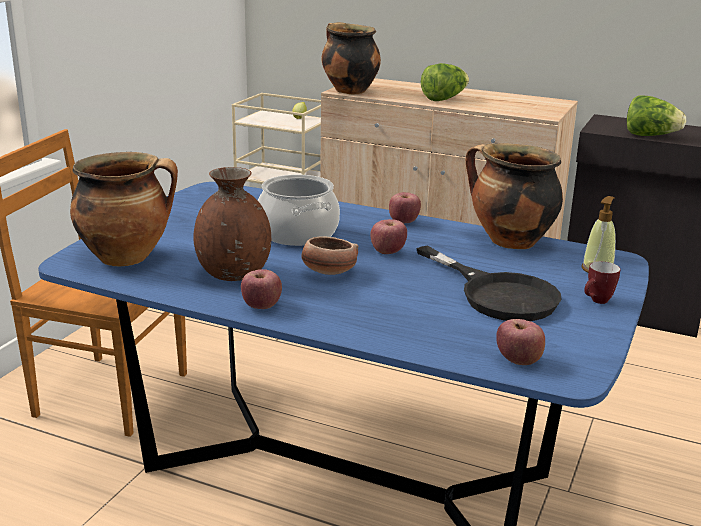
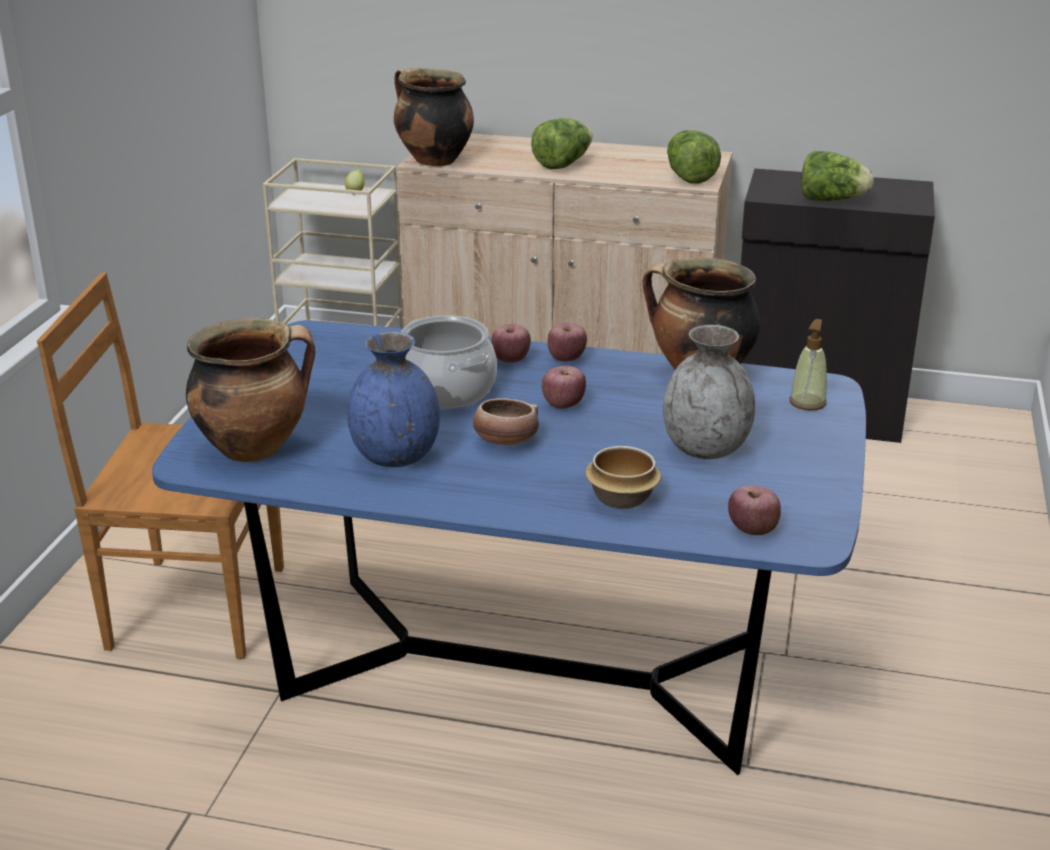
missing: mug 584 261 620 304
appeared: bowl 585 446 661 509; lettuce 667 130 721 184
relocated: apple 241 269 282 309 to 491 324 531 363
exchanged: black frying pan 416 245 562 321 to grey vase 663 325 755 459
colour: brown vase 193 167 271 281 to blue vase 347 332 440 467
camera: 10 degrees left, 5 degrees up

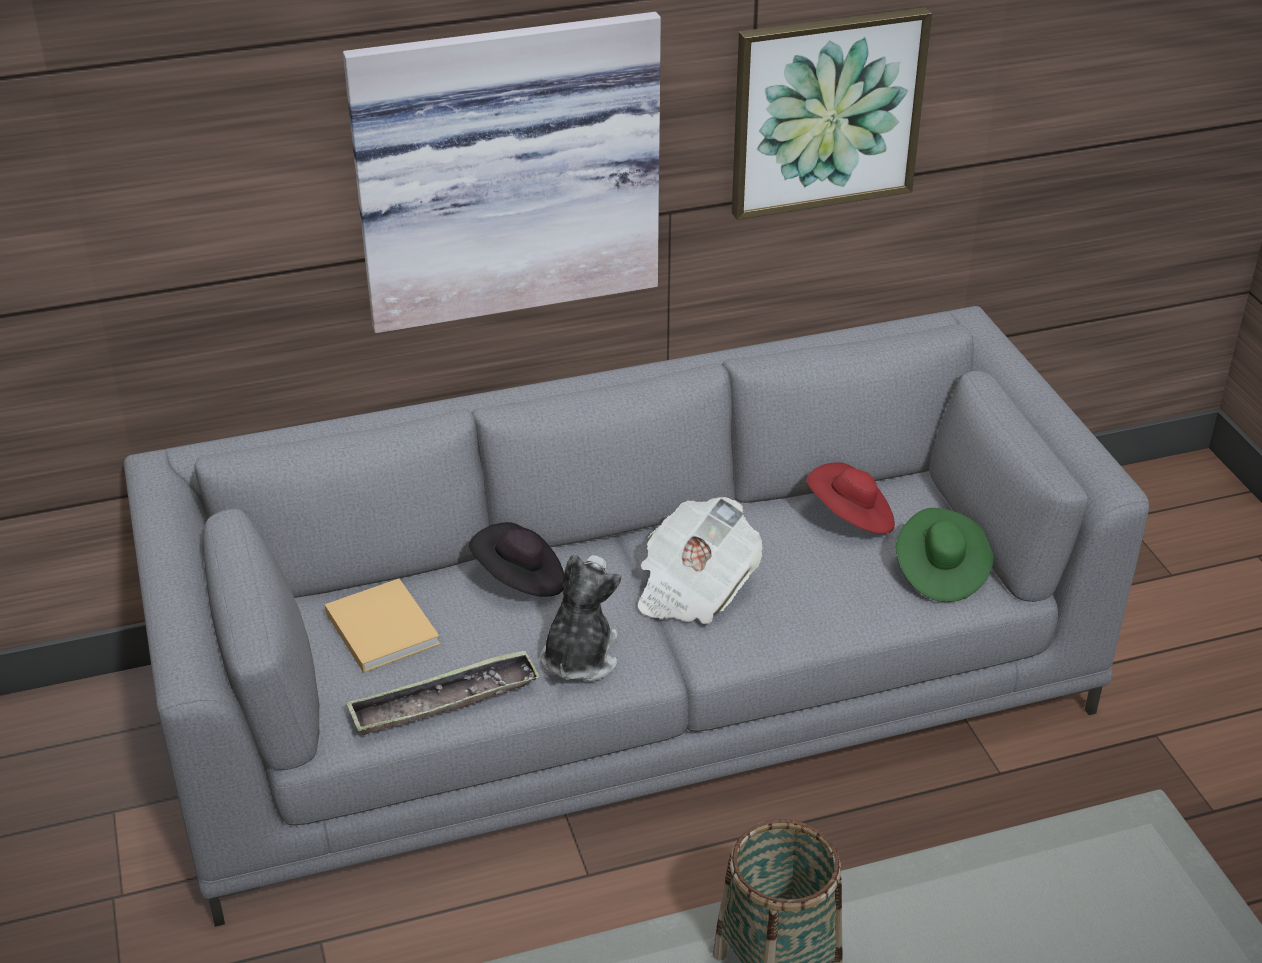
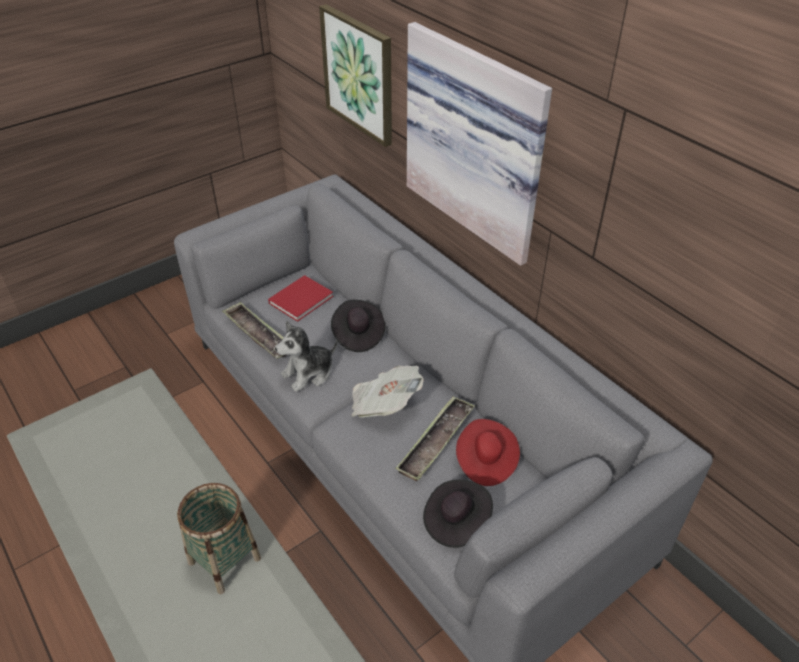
appeared: tray 395 396 475 481
relocated: picture 732 7 932 220 to 319 4 392 147
colour: beige book 325 579 440 673 to red book 268 275 334 322; green hat 896 508 994 602 to black hat 423 480 493 548
spun: plush toy 541 554 621 682 = 275 321 338 392 150 degrees clockwise
camera: 70 degrees right, 5 degrees up

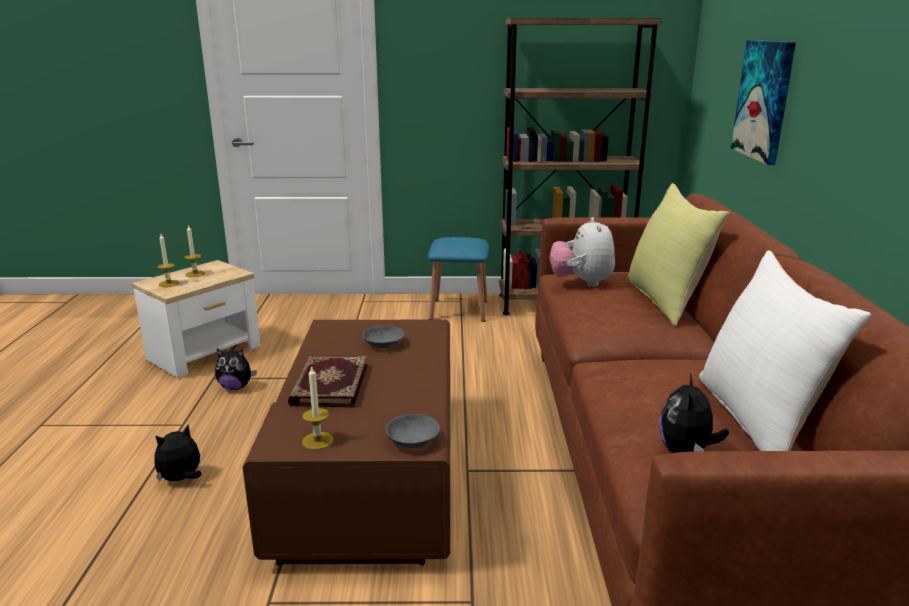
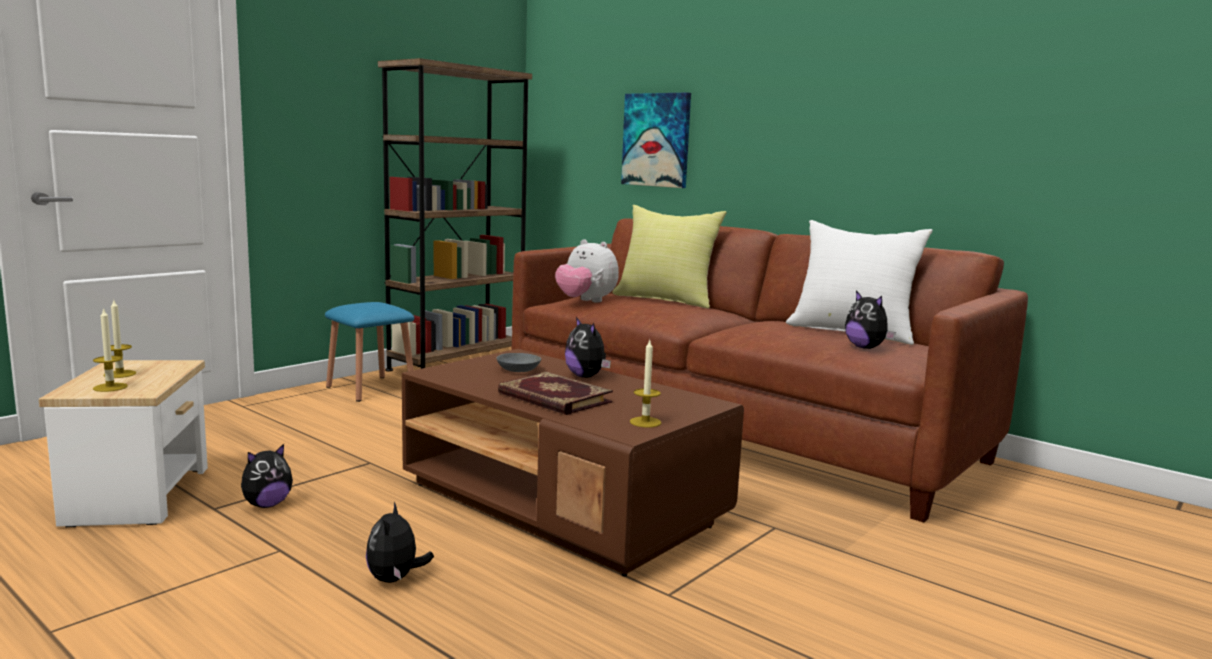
missing: grey bowl 386 414 440 448
appeared: plush toy 565 317 611 378
camera: 50 degrees left, 10 degrees down

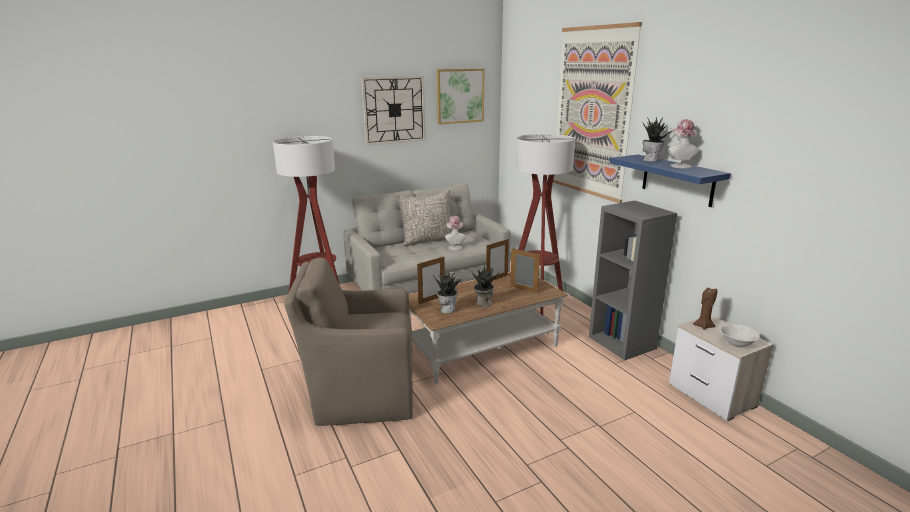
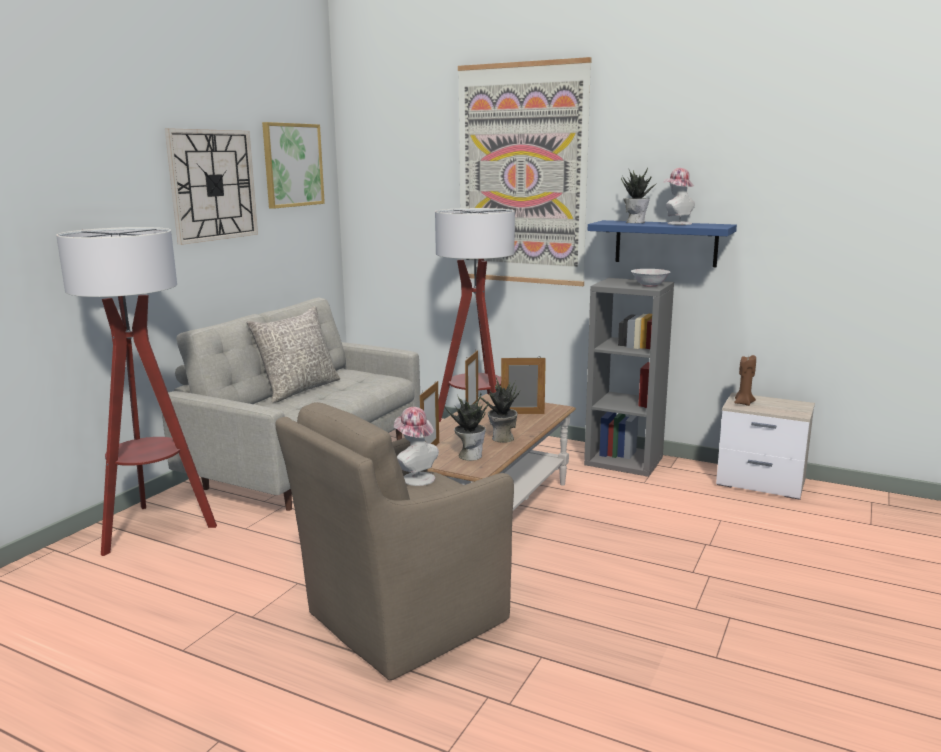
relocated: hat 445 216 466 250 to 394 407 439 486; white bowl 720 324 760 347 to 631 269 670 287
camera: 35 degrees left, 5 degrees down

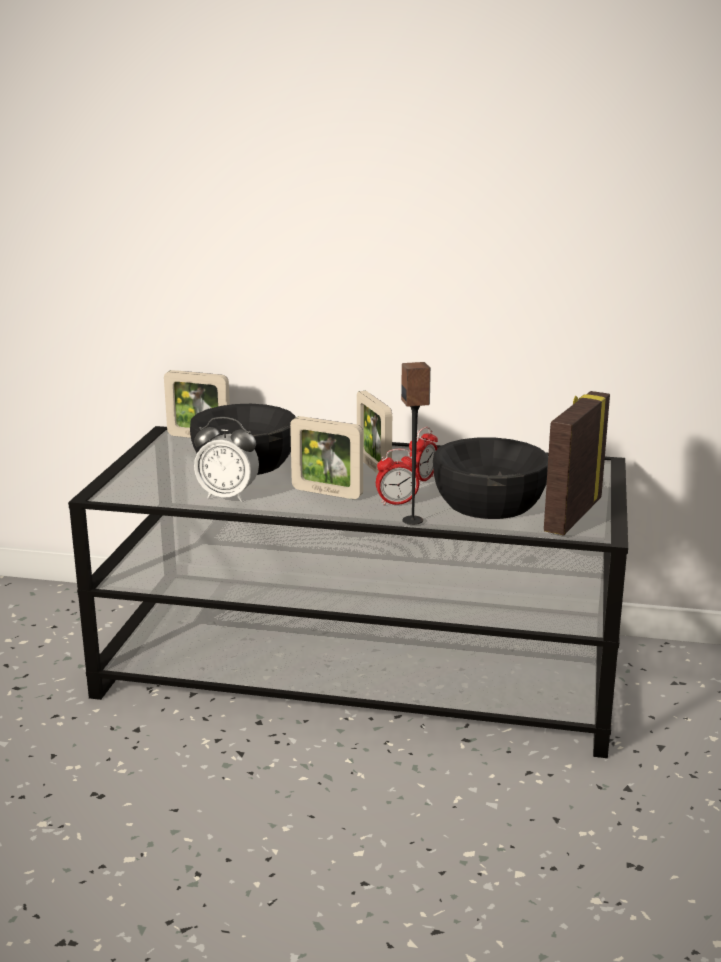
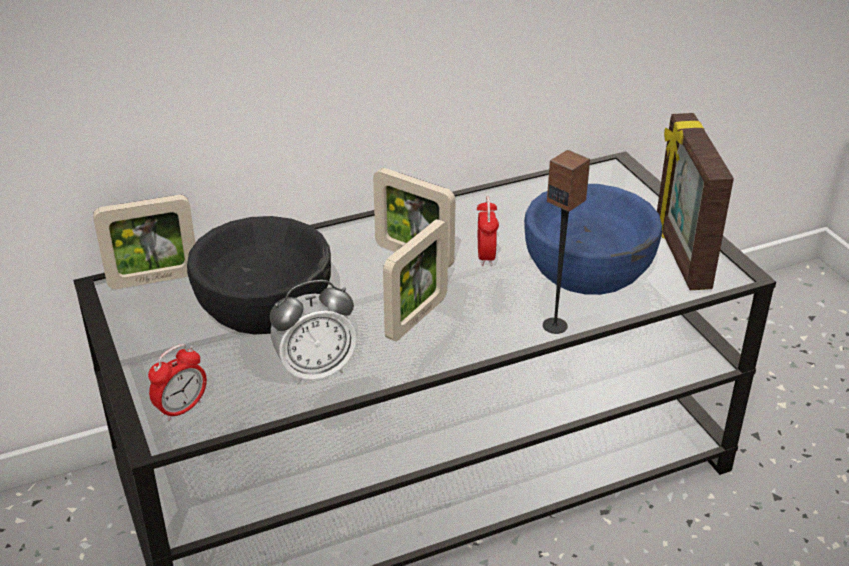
relocated: alarm clock 376 449 419 506 to 148 344 207 421
colour: black bowl 433 437 548 519 to blue bowl 524 184 662 295
spun: picture frame 290 416 363 499 = 383 219 448 341 45 degrees counterclockwise
camera: 35 degrees left, 15 degrees up

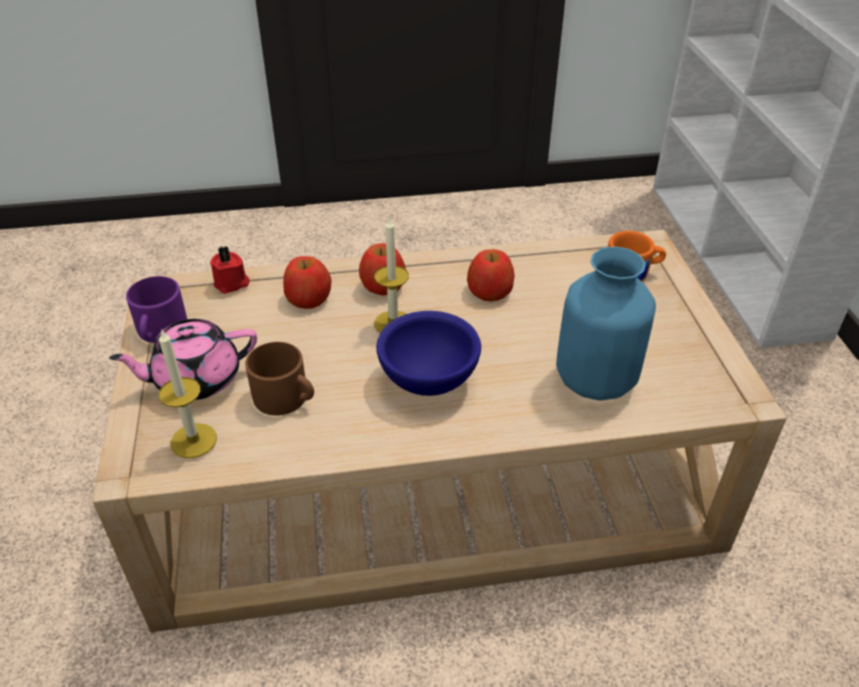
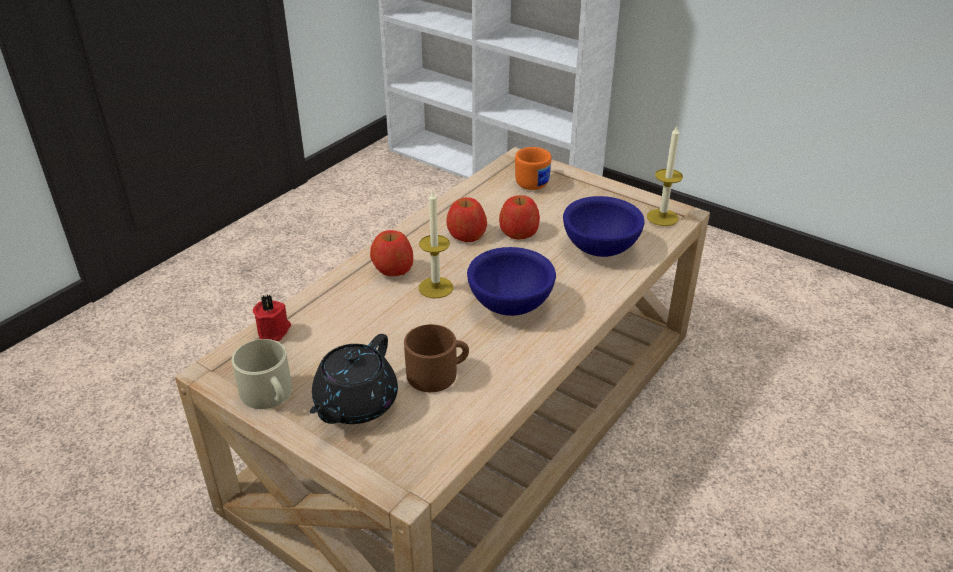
relocated: candle 159 328 217 458 to 647 126 683 226; apple 283 256 332 309 to 499 195 540 240
exchanged: blue vase 556 247 656 401 to blue bowl 563 196 645 257
colour: pink teapot 109 319 257 400 to black teapot 310 334 398 424; purple mug 126 276 187 343 to beige mug 232 339 292 409
camera: 45 degrees left, 5 degrees down

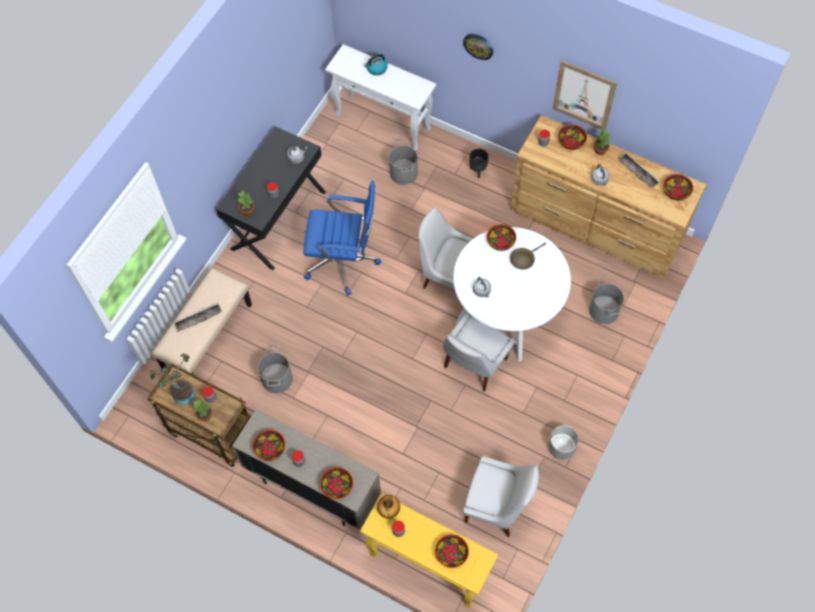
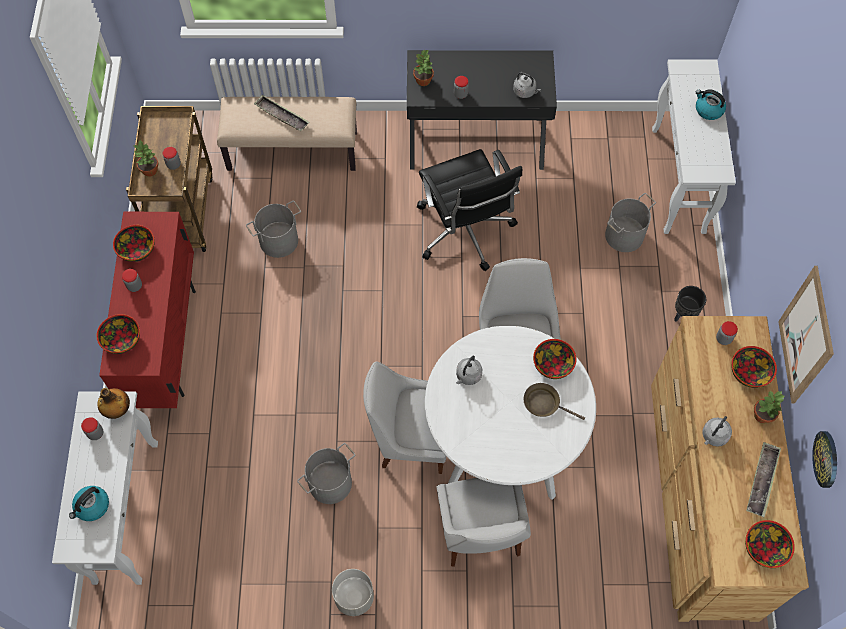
missing: potted plant 150 353 195 405
relocated: wall clock 463 34 493 60 to 812 431 837 488; white chair 463 456 539 537 to 437 478 531 567; grey bucket 589 276 624 324 to 297 443 355 504
exchanged: bowl 435 534 469 568 to kettle 69 486 109 521
colour: beige cabinet 232 409 381 530 to red cabinet 99 212 196 408; blue office chair 303 181 381 295 to black office chair 417 149 522 271; yellow console table 360 494 498 609 to white console table 52 391 158 585
camera: 60 degrees right, 0 degrees up

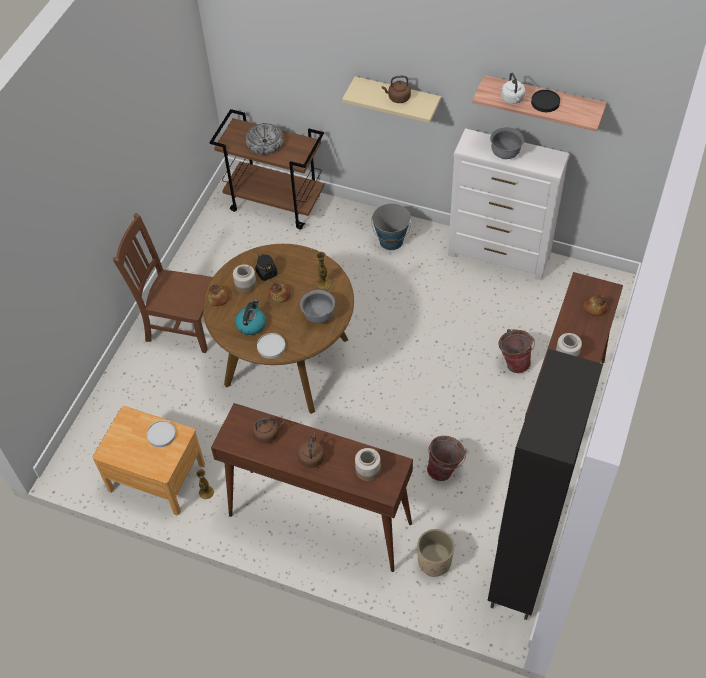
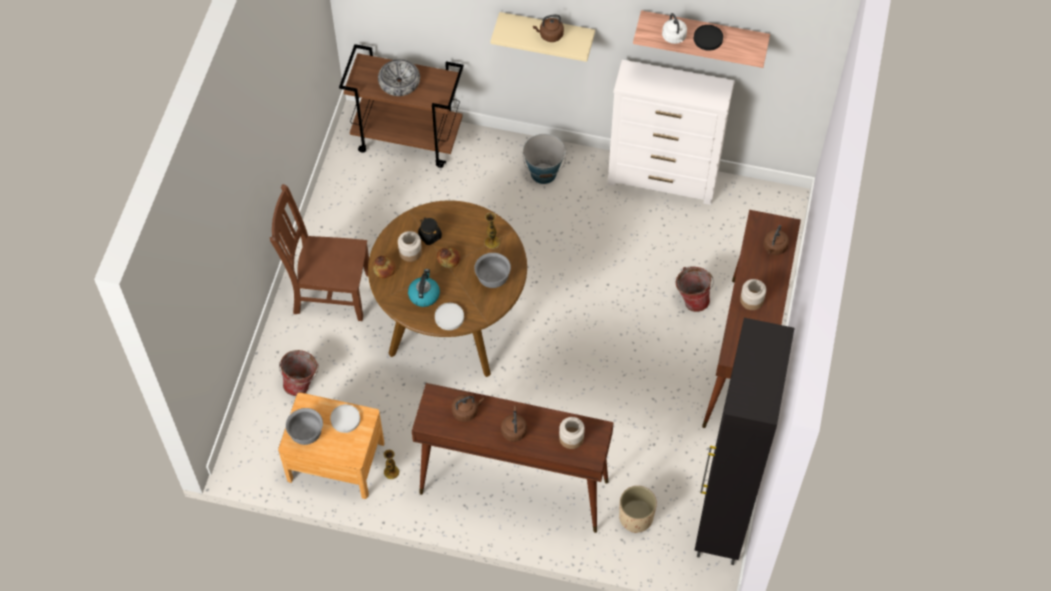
relocated: bucket 427 436 466 481 to 279 350 319 396; grey bowl 490 127 524 159 to 286 408 323 445
exchanged: bread 583 295 607 316 to brown kettle 763 225 789 255
camera: 10 degrees left, 5 degrees up

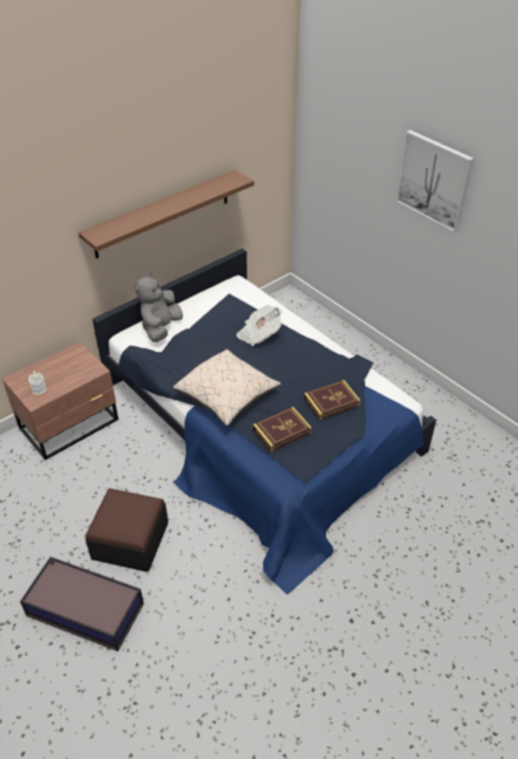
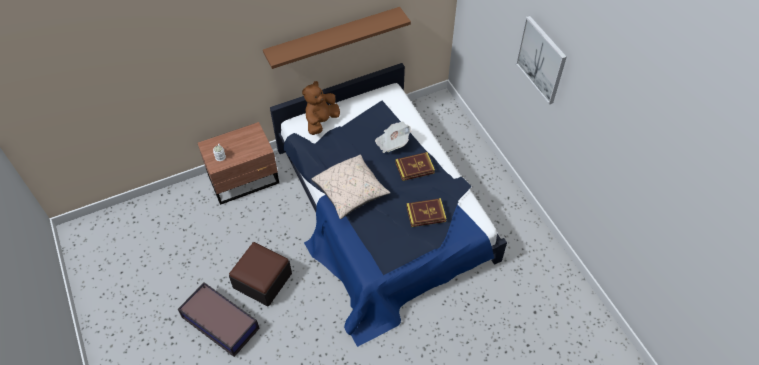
relocated: book 253 407 312 452 to 395 152 435 181
colour: grey plush toy 135 272 183 342 to brown plush toy 302 81 340 135
camera: 15 degrees right, 10 degrees up

